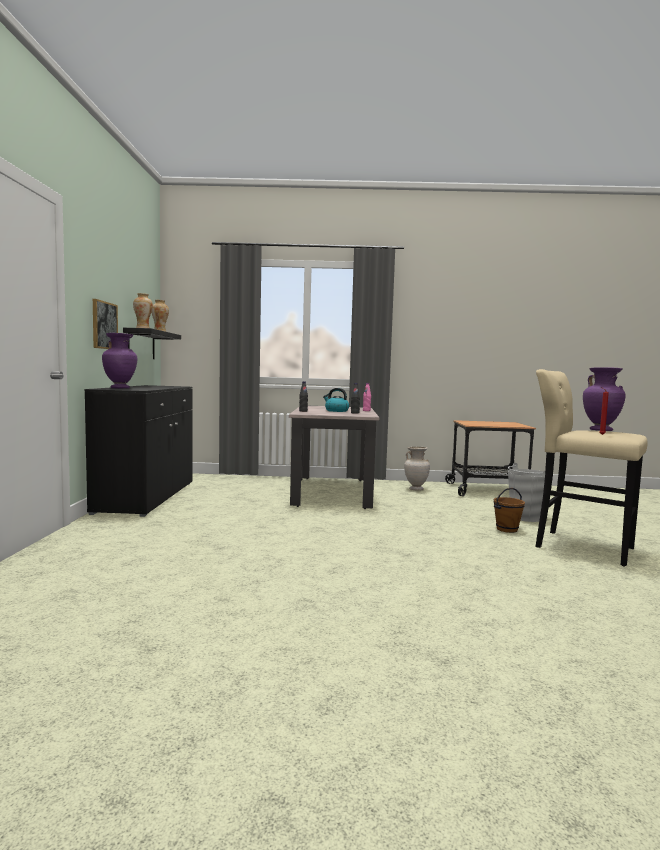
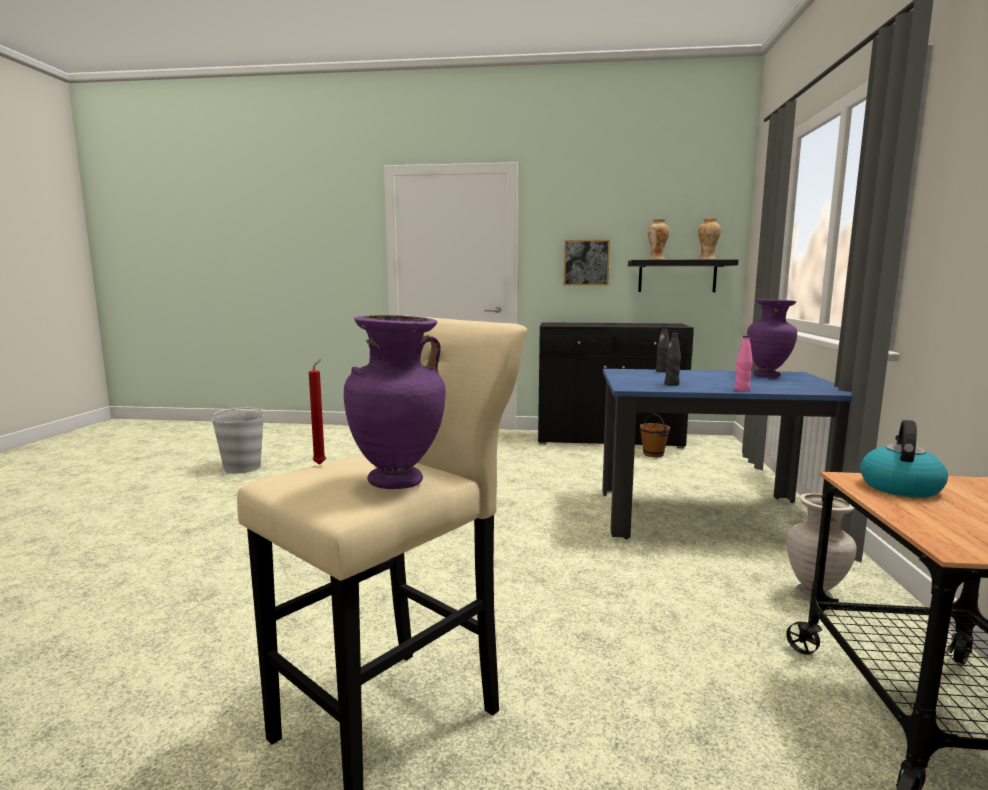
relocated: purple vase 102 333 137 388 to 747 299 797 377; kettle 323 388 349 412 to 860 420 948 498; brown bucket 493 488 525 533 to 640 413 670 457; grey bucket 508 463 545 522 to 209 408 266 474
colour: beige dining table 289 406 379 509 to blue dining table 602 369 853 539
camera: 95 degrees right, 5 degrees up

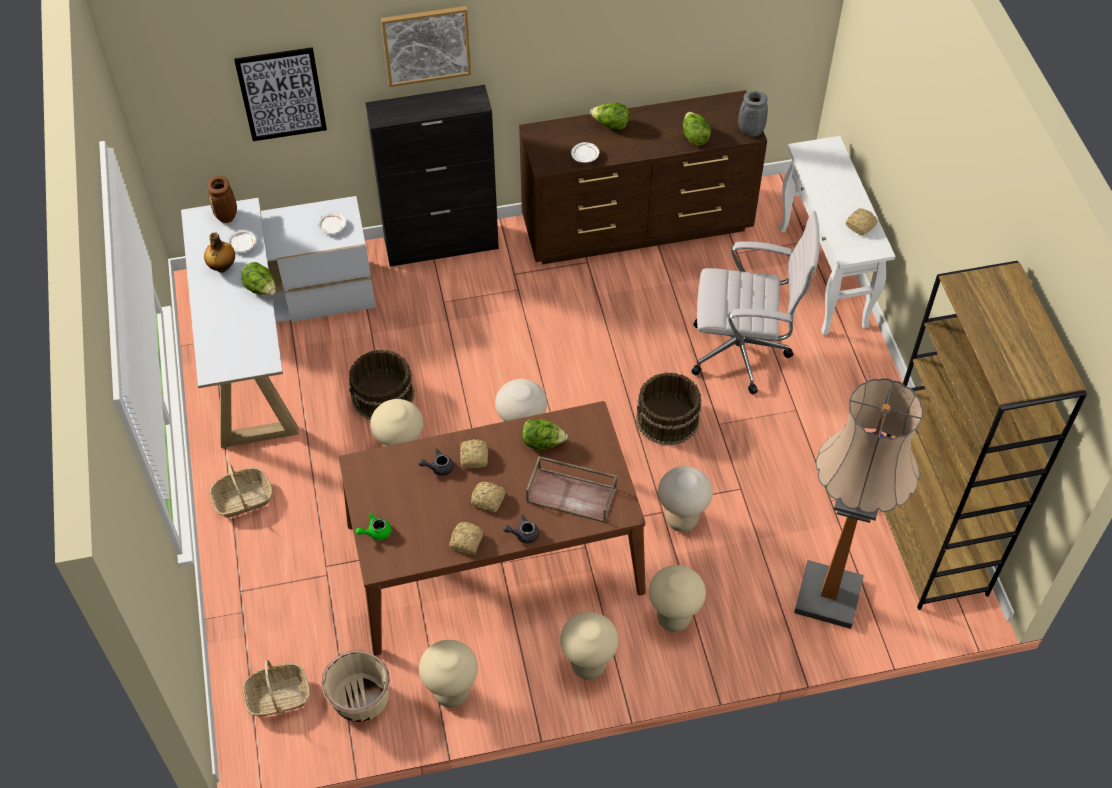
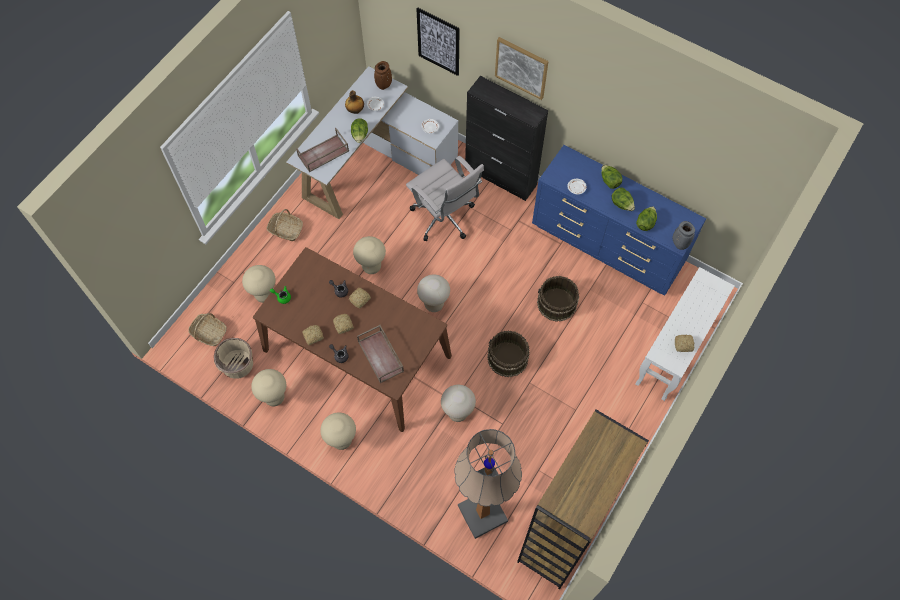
appeared: brown tray 296 128 349 172
relocated: brown bucket 349 349 414 420 to 537 276 579 322; lettuce 522 419 568 449 to 612 188 635 211; beige stool 649 565 706 632 to 242 265 276 303; white office chair 691 211 820 395 to 406 156 484 241
colour: brown dresser 519 90 767 264 to blue dresser 532 145 706 296
camera: 45 degrees right, 10 degrees up

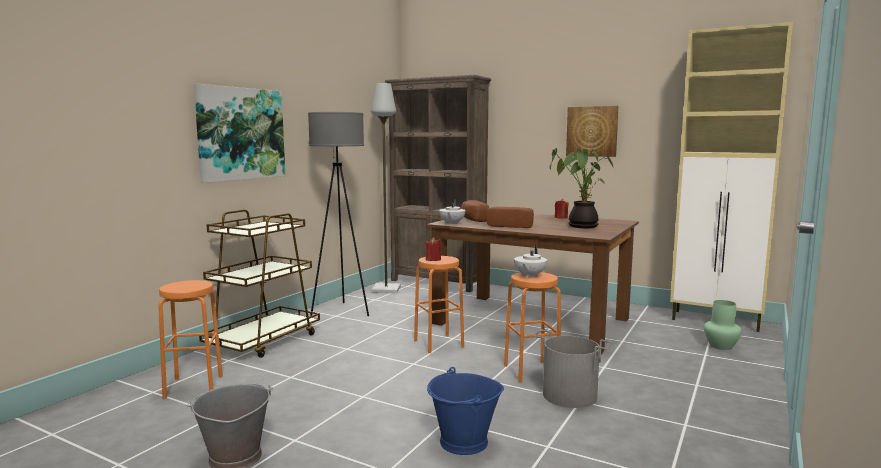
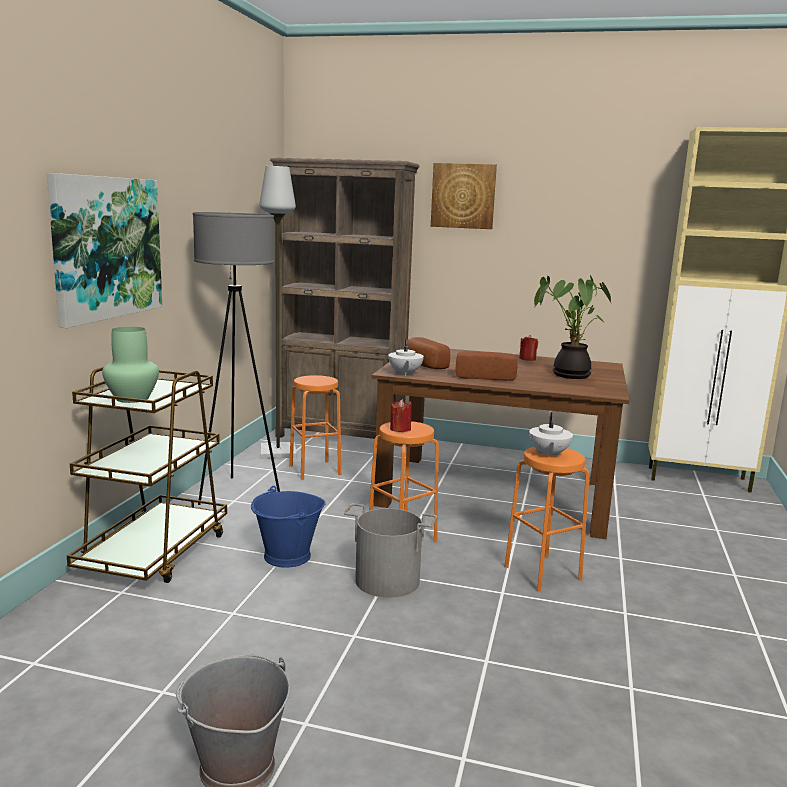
relocated: orange stool 158 280 223 399 to 289 375 341 480; blue bucket 427 367 504 455 to 251 486 326 568; grey bucket 534 330 612 408 to 344 503 437 598; picture 566 106 618 157 to 431 163 497 229; green vase 704 300 742 350 to 102 327 159 403
camera: 15 degrees left, 5 degrees up

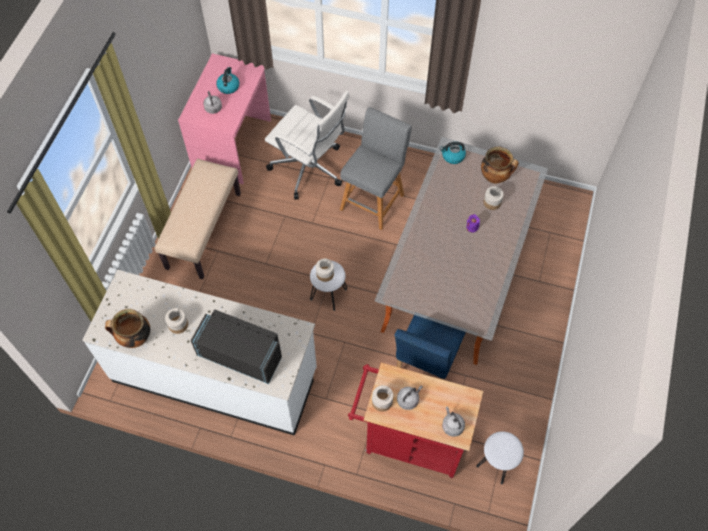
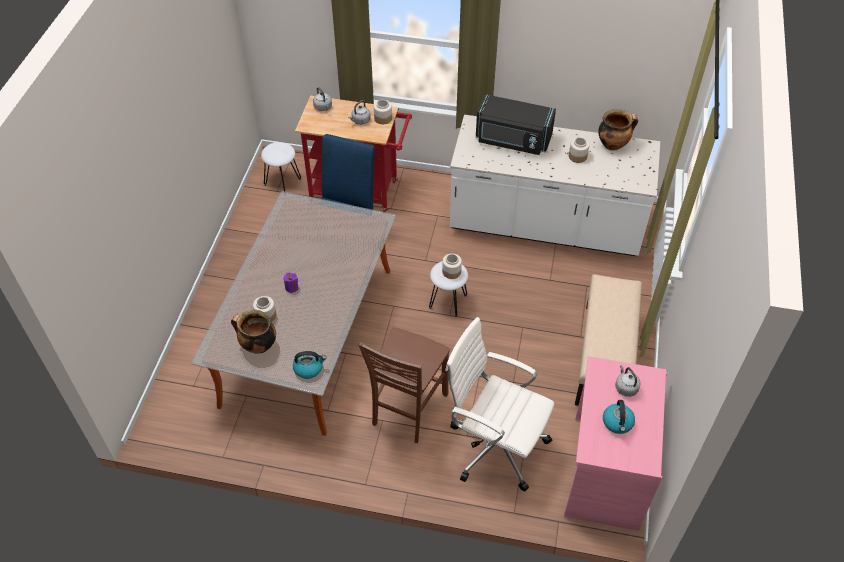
exchanged: grey stool 340 107 412 230 to brown chair 358 327 450 443
camera: 175 degrees right, 10 degrees down

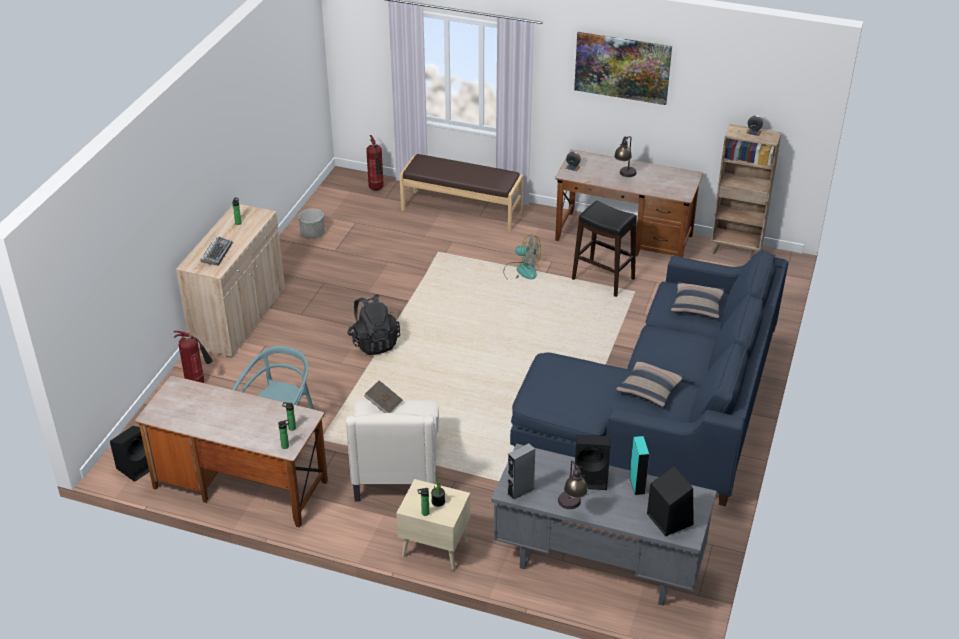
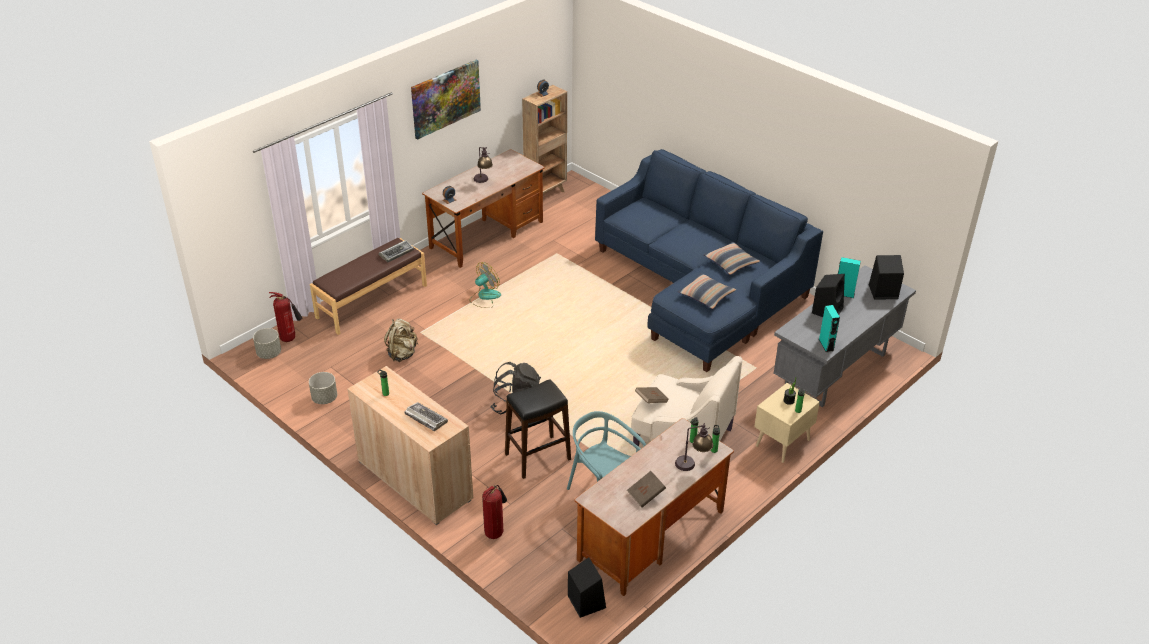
appeared: grey planter 253 328 281 359; keyboard 379 240 414 262; beige backpack 384 319 418 362; brown book 627 471 666 508
relocated: table lamp 558 460 588 509 to 675 423 713 471; black stool 572 201 637 297 to 505 379 571 479; pillow 671 282 725 318 to 678 273 736 309
colour: grey speaker 507 443 535 500 to turquoise speaker 819 305 840 352
camera: 65 degrees left, 0 degrees up

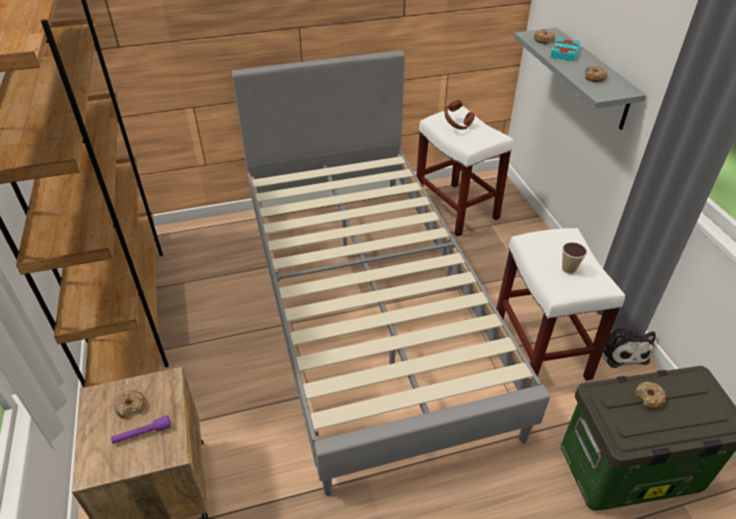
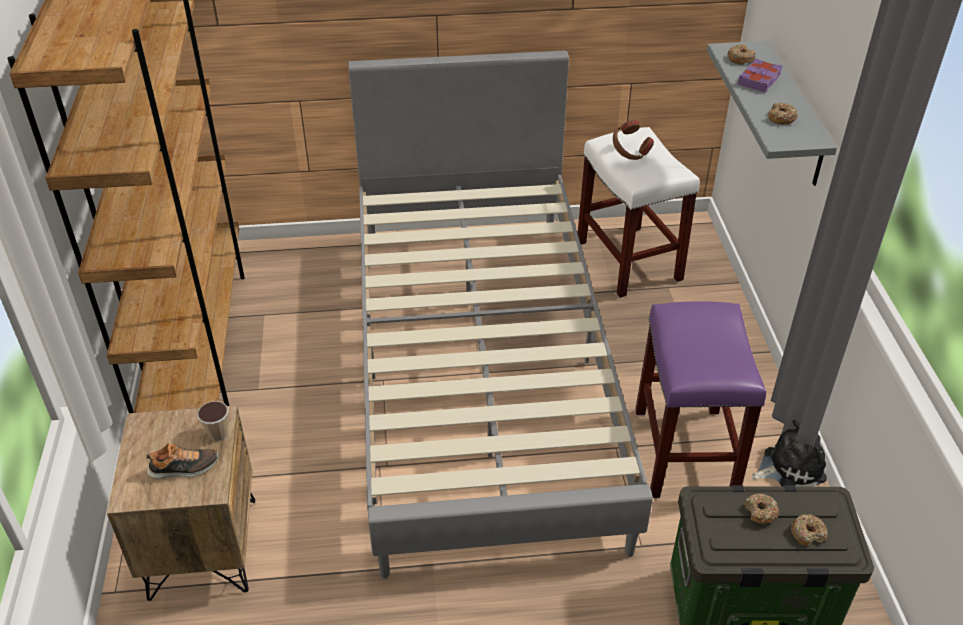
relocated: donut 114 390 146 419 to 791 514 828 546; cup 562 242 587 274 to 197 401 229 441
exchanged: purple flashlight 111 415 171 444 to shoe 146 443 219 479
colour: white stool 496 228 625 381 to purple stool 635 302 766 498; turquoise book 550 38 580 61 to purple book 738 58 783 92
spun: plush toy 602 328 656 368 = 752 420 827 487 105 degrees counterclockwise
camera: 10 degrees right, 0 degrees up

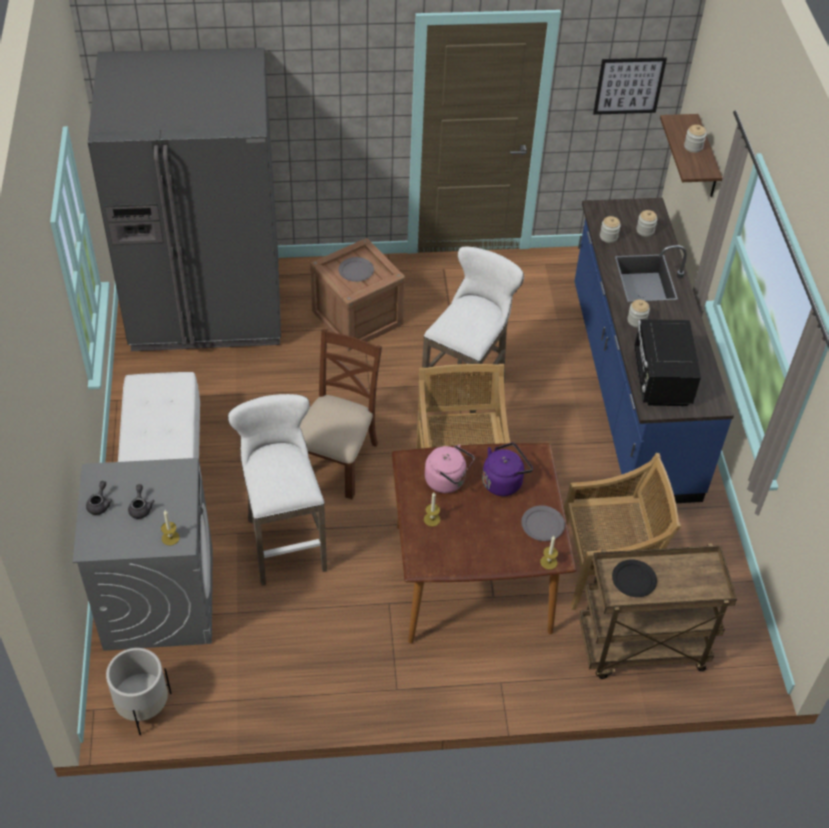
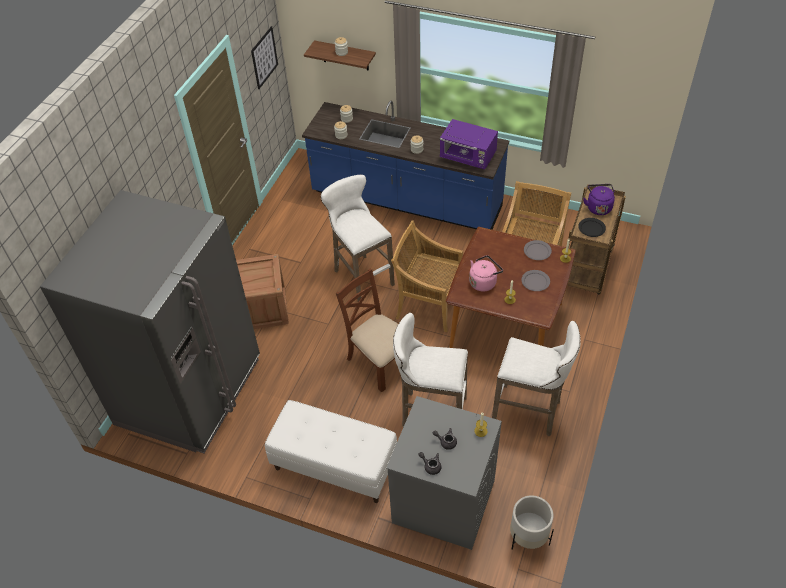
appeared: white stool 492 321 581 436
relocated: grey plate 338 257 374 282 to 521 270 550 291; purple kettle 482 443 533 496 to 583 184 615 215
colour: black microwave 634 319 701 406 to purple microwave 440 119 498 169
camera: 60 degrees left, 0 degrees up

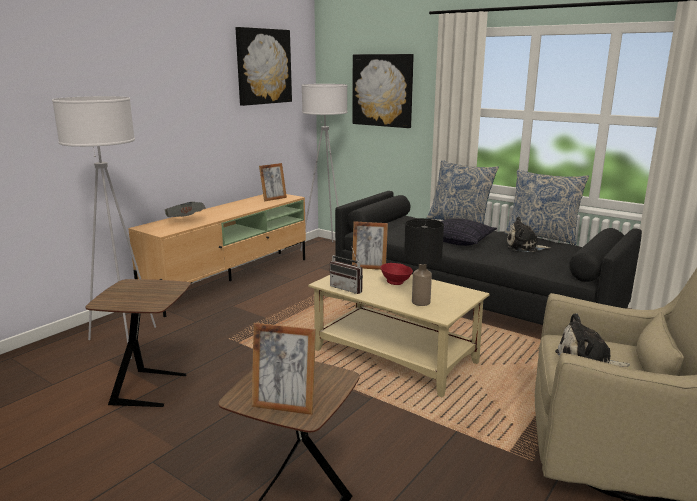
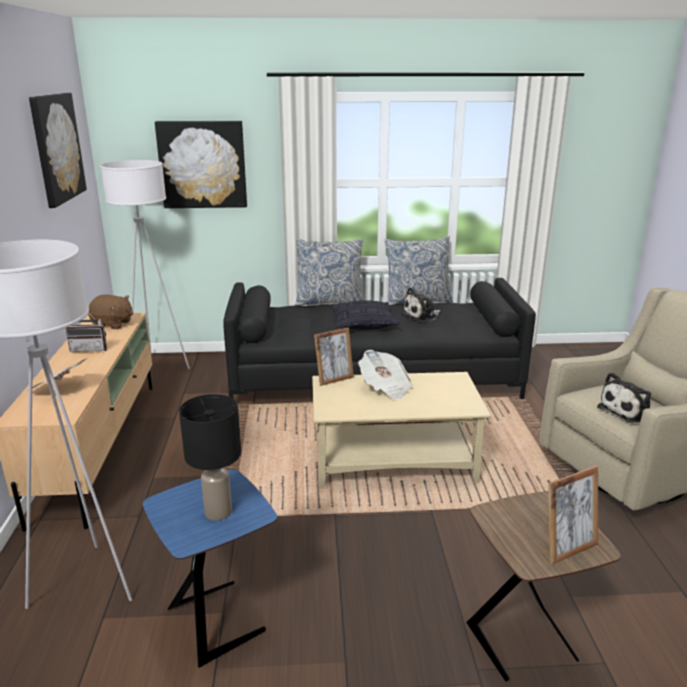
relocated: radio 330 246 363 294 to 66 312 107 352; black table lamp 404 219 444 306 to 179 394 241 521
exchanged: picture frame 259 163 287 202 to brown plush toy 88 295 133 329; red bowl 380 263 413 285 to newspaper 358 350 413 400
colour: brown side table 85 279 191 407 to blue side table 143 469 277 668
camera: 40 degrees left, 5 degrees up

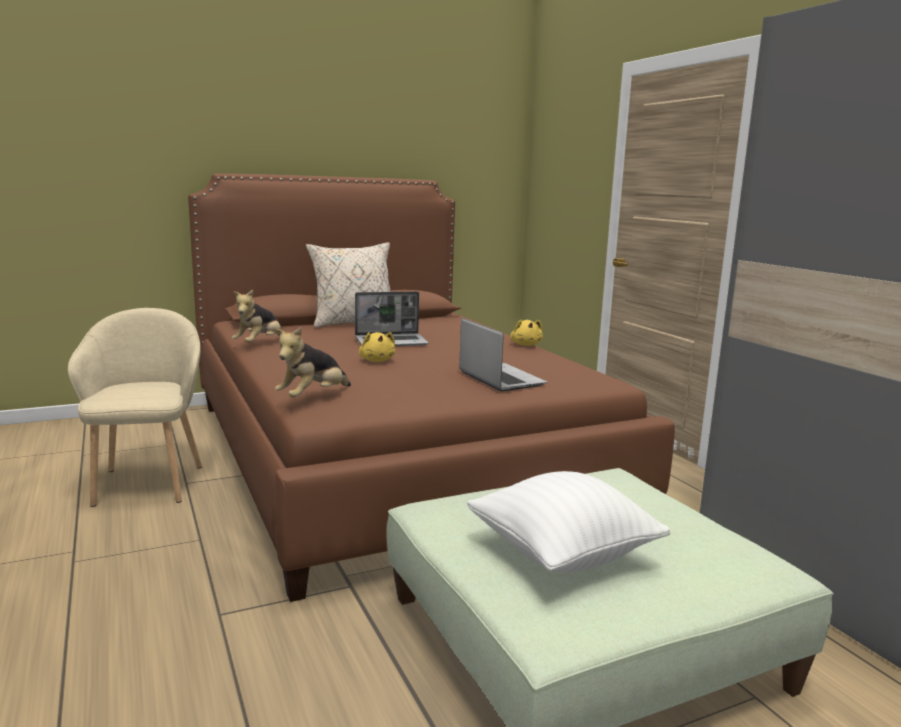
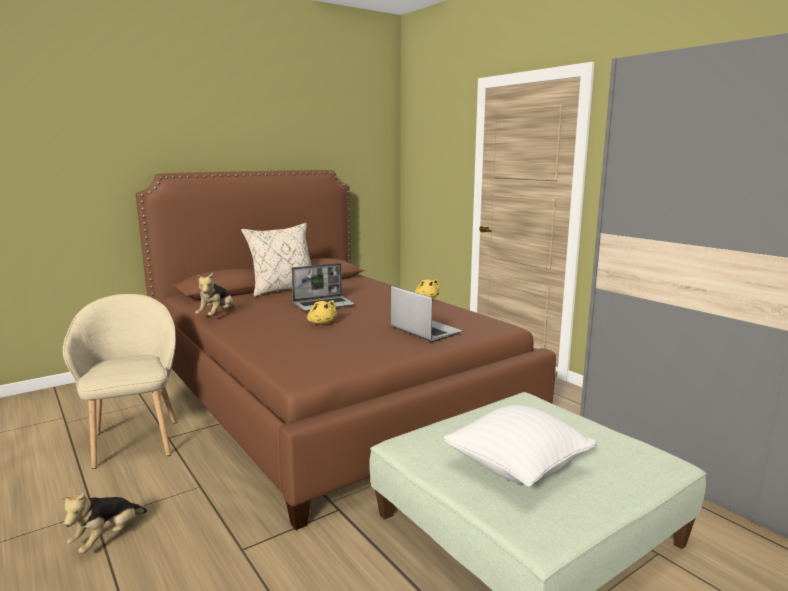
relocated: plush toy 275 327 351 397 to 59 493 147 554
camera: 10 degrees left, 0 degrees up

